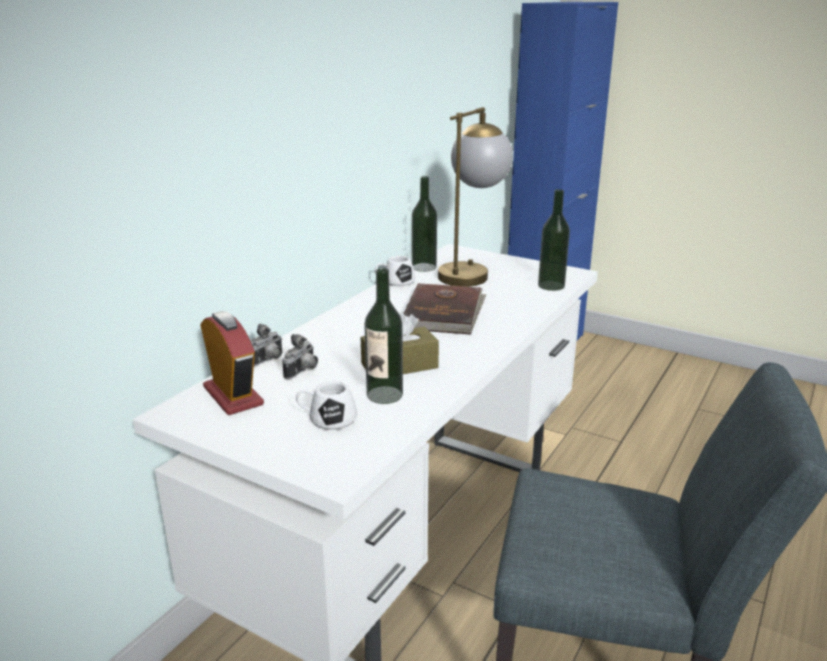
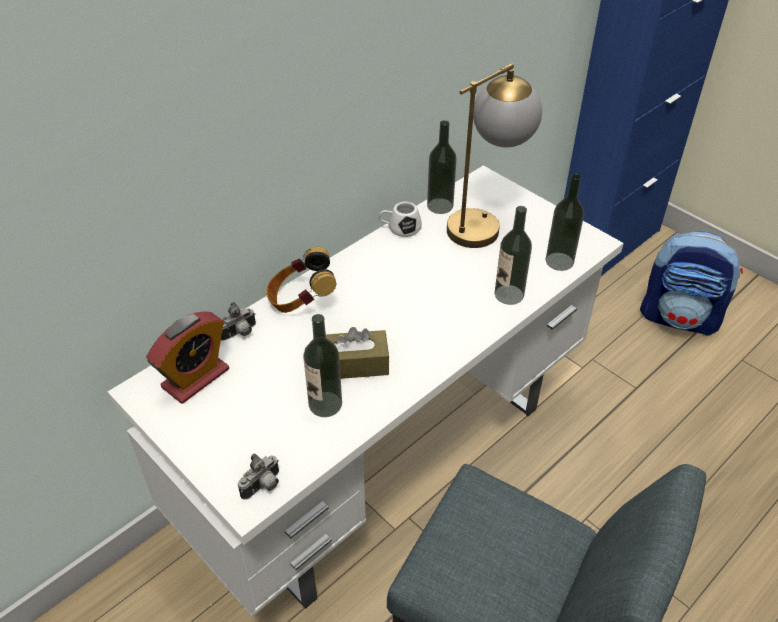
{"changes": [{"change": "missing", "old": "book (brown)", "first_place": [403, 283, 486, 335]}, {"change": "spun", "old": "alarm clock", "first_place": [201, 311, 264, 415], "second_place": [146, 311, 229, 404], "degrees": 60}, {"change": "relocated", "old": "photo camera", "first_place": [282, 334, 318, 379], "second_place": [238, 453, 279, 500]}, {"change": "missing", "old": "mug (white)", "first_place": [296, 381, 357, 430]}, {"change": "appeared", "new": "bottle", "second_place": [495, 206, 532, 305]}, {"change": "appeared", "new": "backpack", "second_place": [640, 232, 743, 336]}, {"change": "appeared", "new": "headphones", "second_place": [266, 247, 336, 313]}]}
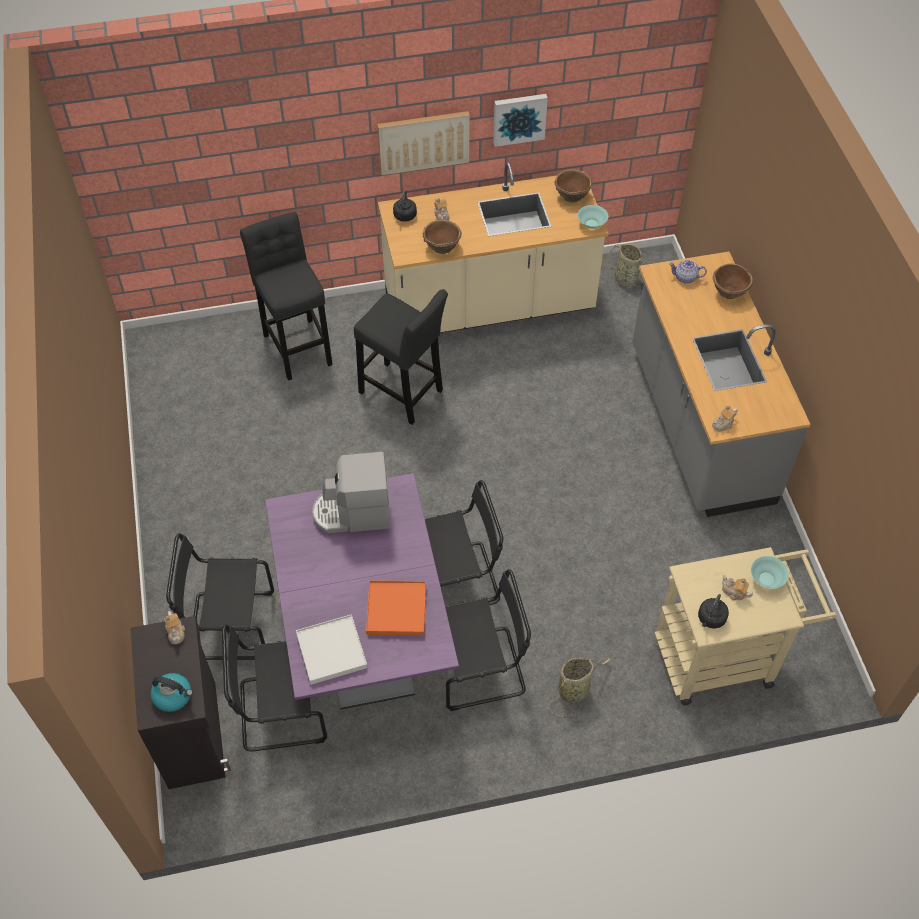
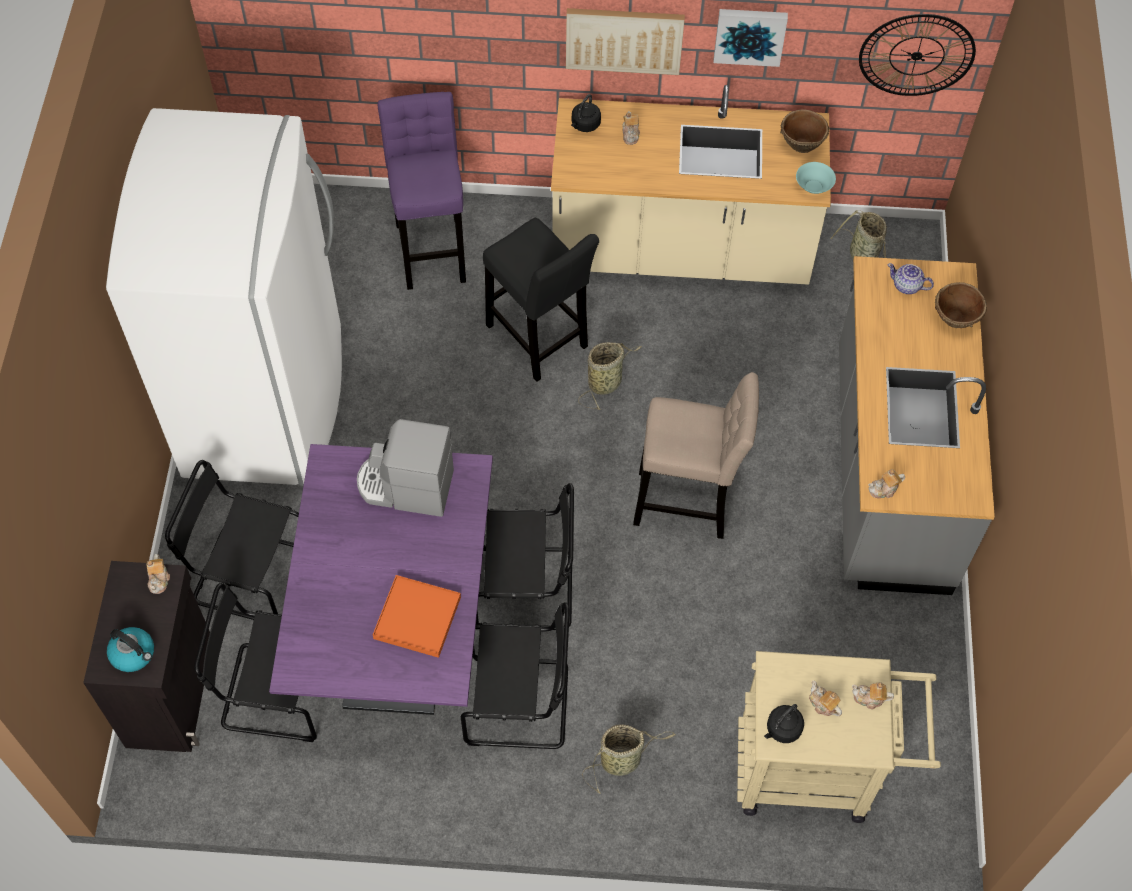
{"changes": [{"change": "colour", "old": "stool (black)", "new": "stool (purple)", "first_place": [240, 212, 333, 381], "second_place": [377, 92, 466, 290]}, {"change": "missing", "old": "bowl (brown)", "first_place": [423, 220, 462, 254]}, {"change": "exchanged", "old": "bowl (turquoise)", "new": "teapot", "first_place": [751, 556, 789, 589], "second_place": [852, 682, 894, 709]}, {"change": "missing", "old": "tray (white)", "first_place": [296, 614, 368, 685]}, {"change": "appeared", "new": "wall clock", "second_place": [859, 14, 976, 96]}, {"change": "appeared", "new": "fridge (white)", "second_place": [106, 108, 342, 486]}, {"change": "appeared", "new": "basket", "second_place": [578, 342, 642, 410]}, {"change": "appeared", "new": "stool (beige)", "second_place": [633, 372, 759, 539]}]}
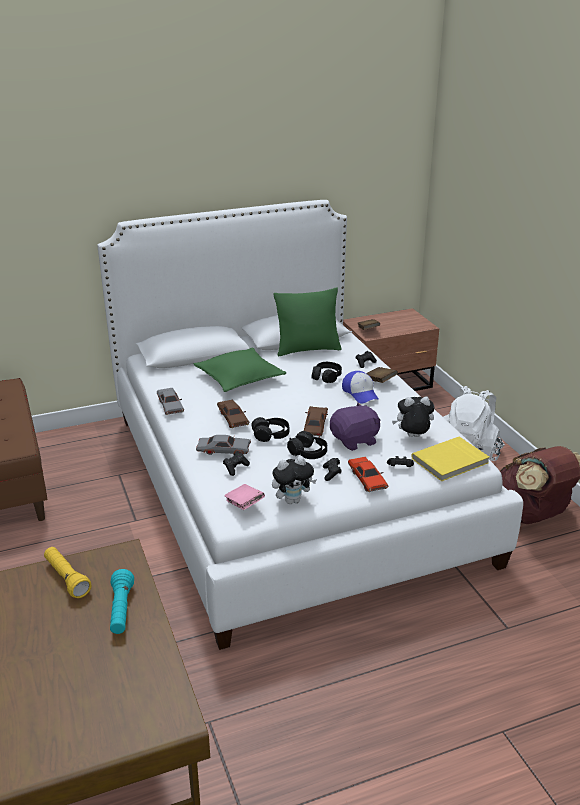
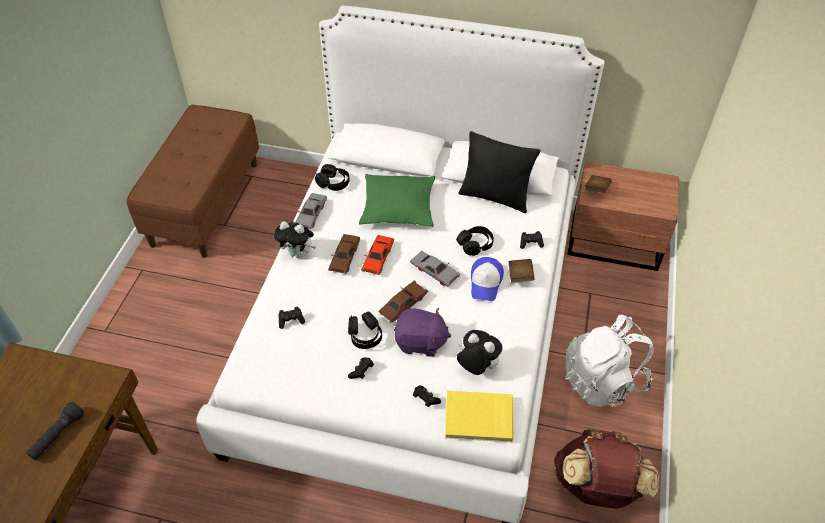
{"changes": [{"change": "colour", "old": "pillow (green)", "new": "pillow (black)", "first_place": [274, 288, 342, 356], "second_place": [459, 131, 540, 213]}, {"change": "relocated", "old": "headphones (black)", "first_place": [251, 417, 289, 442], "second_place": [315, 164, 350, 191]}, {"change": "relocated", "old": "toy car (grey)", "first_place": [196, 435, 251, 455], "second_place": [410, 251, 460, 287]}, {"change": "relocated", "old": "plush toy", "first_place": [272, 456, 317, 504], "second_place": [274, 221, 316, 258]}, {"change": "relocated", "old": "toy car (red)", "first_place": [348, 457, 388, 492], "second_place": [361, 235, 394, 275]}, {"change": "missing", "old": "book (pink)", "first_place": [224, 484, 265, 510]}, {"change": "missing", "old": "flashlight (yellow)", "first_place": [44, 547, 91, 598]}, {"change": "colour", "old": "flashlight (turquoise)", "new": "flashlight (black)", "first_place": [110, 569, 134, 634], "second_place": [26, 402, 84, 460]}]}
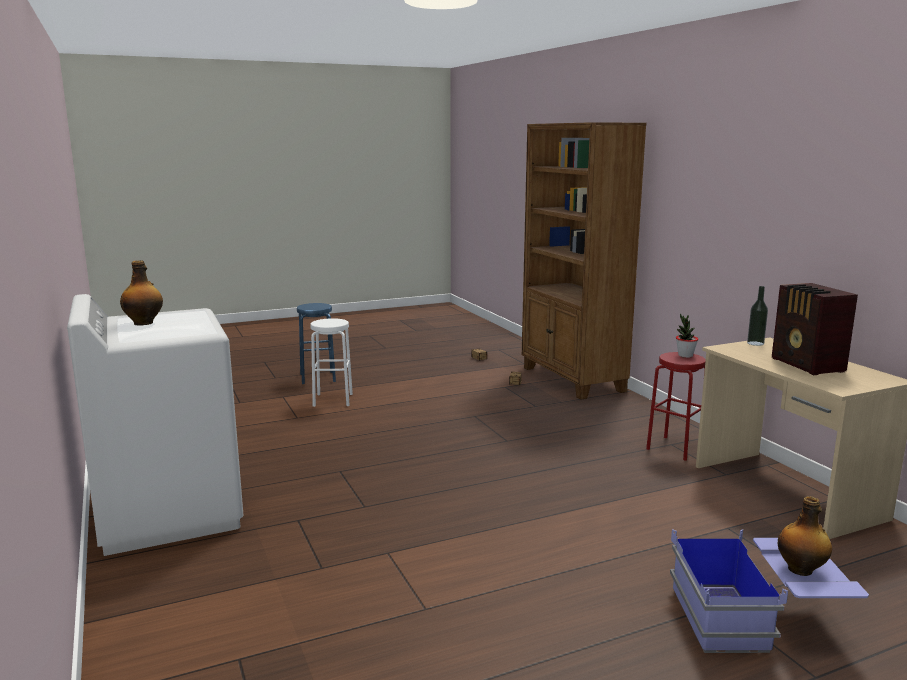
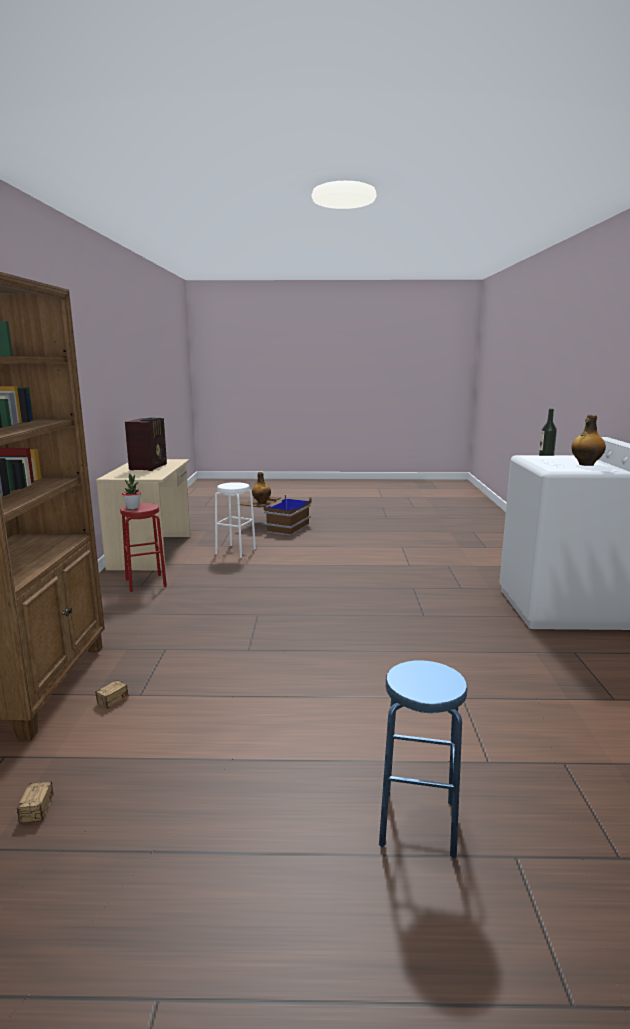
{"changes": [{"change": "relocated", "old": "bottle", "first_place": [747, 286, 768, 346], "second_place": [538, 409, 557, 463]}, {"change": "relocated", "old": "stool (white)", "first_place": [310, 318, 353, 407], "second_place": [215, 482, 256, 558]}, {"change": "colour", "old": "storage box (blue)", "new": "storage box (brown)", "first_place": [670, 529, 869, 653], "second_place": [240, 495, 311, 536]}]}
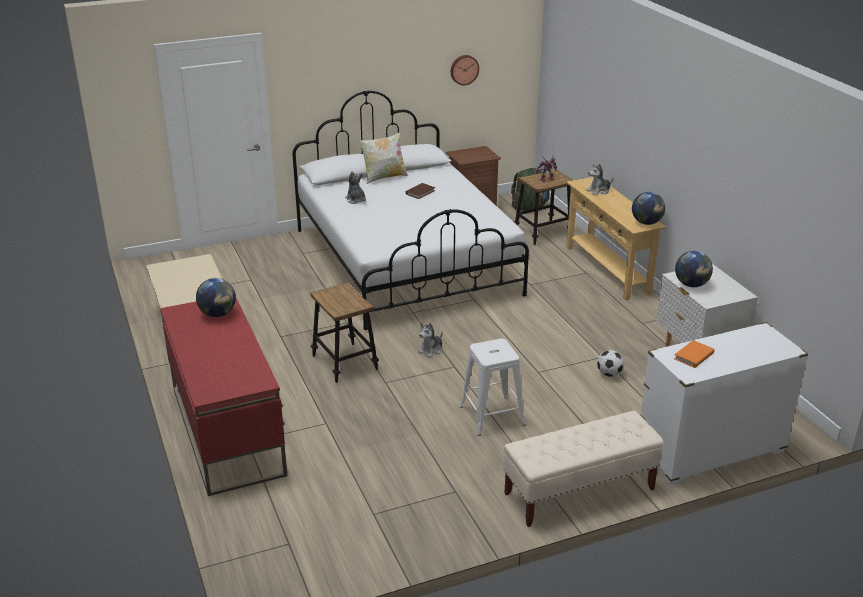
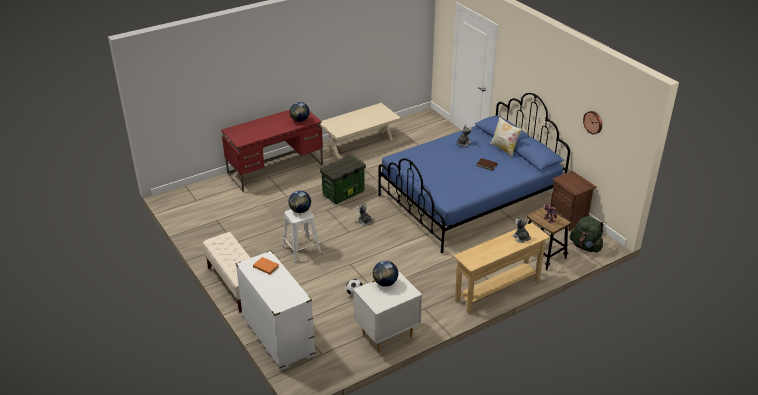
{"changes": [{"change": "colour", "old": "bed (white)", "new": "bed (blue)", "first_place": [292, 90, 529, 330], "second_place": [378, 93, 570, 253]}, {"change": "relocated", "old": "globe", "first_place": [632, 192, 665, 225], "second_place": [289, 190, 311, 213]}, {"change": "exchanged", "old": "stool", "new": "storage box", "first_place": [311, 282, 379, 383], "second_place": [320, 155, 366, 204]}]}
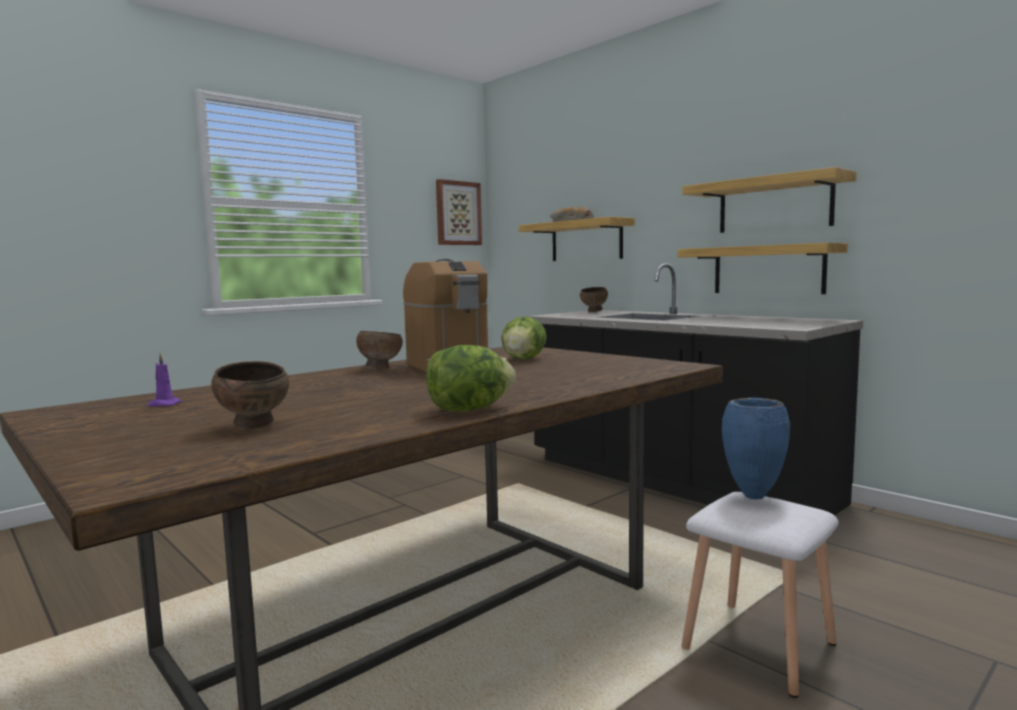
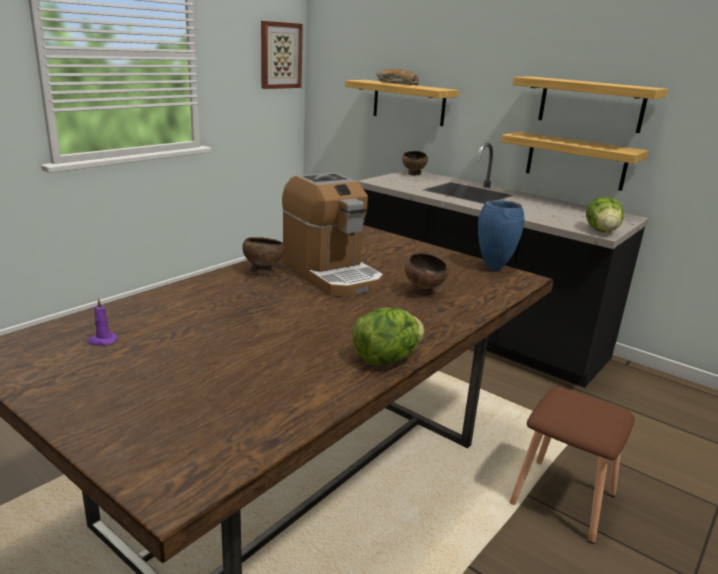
{"changes": [{"change": "relocated", "old": "lettuce", "first_place": [501, 316, 547, 359], "second_place": [586, 197, 624, 232]}, {"change": "relocated", "old": "bowl (brown)", "first_place": [211, 361, 289, 429], "second_place": [405, 253, 449, 296]}, {"change": "relocated", "old": "vase (blue)", "first_place": [722, 398, 790, 499], "second_place": [478, 200, 525, 271]}, {"change": "colour", "old": "stool (white)", "new": "stool (brown)", "first_place": [681, 492, 839, 698], "second_place": [509, 387, 635, 544]}]}
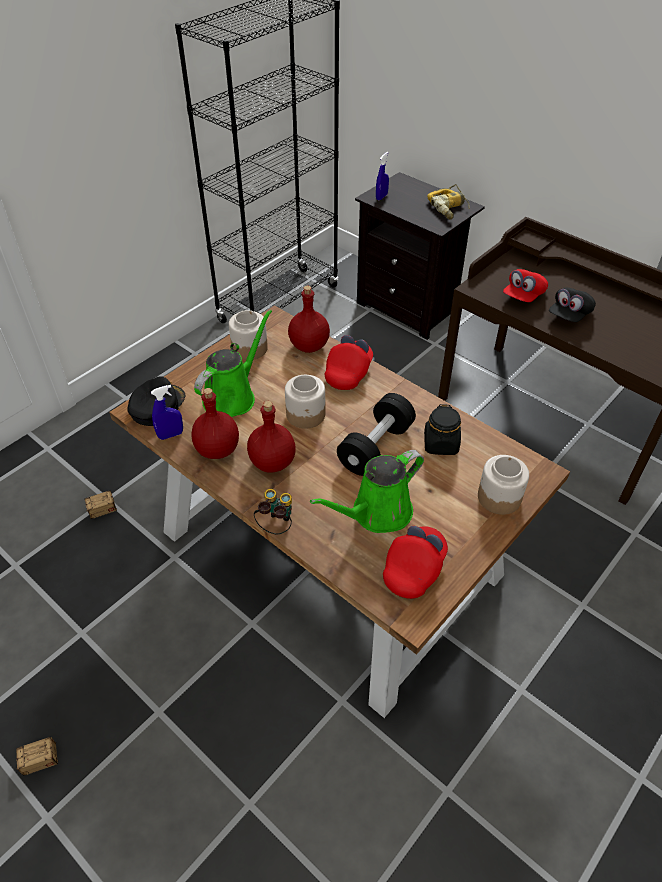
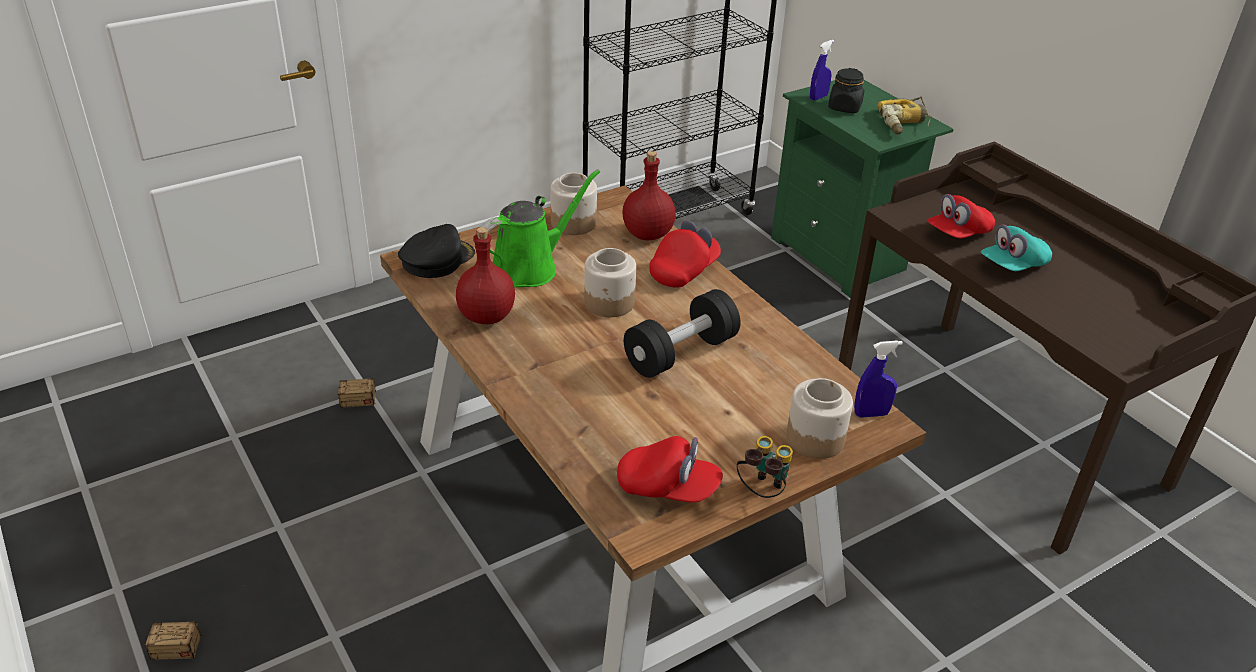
{"changes": [{"change": "colour", "old": "nightstand (black)", "new": "nightstand (green)", "first_place": [355, 172, 485, 340], "second_place": [771, 80, 954, 298]}, {"change": "colour", "old": "cap (black)", "new": "cap (turquoise)", "first_place": [549, 288, 596, 322], "second_place": [981, 224, 1052, 271]}, {"change": "relocated", "old": "spray bottle (blue)", "first_place": [151, 385, 183, 440], "second_place": [854, 340, 903, 418]}, {"change": "missing", "old": "bottle (red)", "first_place": [247, 401, 296, 473]}, {"change": "relocated", "old": "jar (black)", "first_place": [424, 404, 461, 455], "second_place": [828, 68, 864, 113]}, {"change": "missing", "old": "watering can (green)", "first_place": [310, 450, 424, 533]}, {"change": "relocated", "old": "binoculars", "first_place": [254, 489, 292, 534], "second_place": [737, 436, 793, 498]}, {"change": "spun", "old": "cap (red)", "first_place": [383, 526, 448, 599], "second_place": [617, 436, 723, 503], "degrees": 60}]}
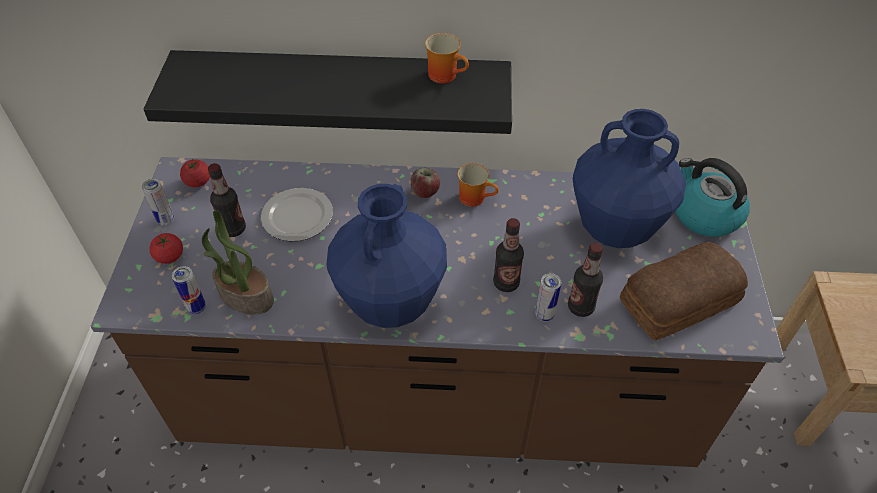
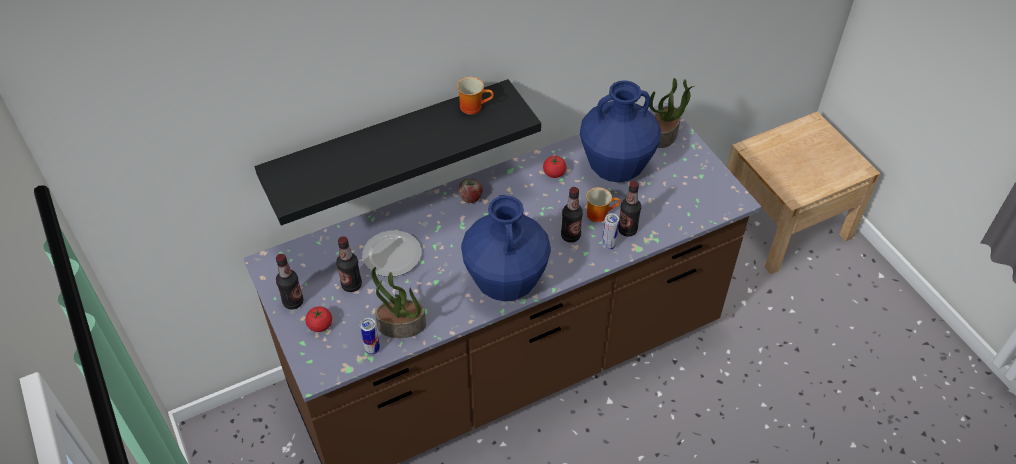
{"changes": [{"change": "relocated", "old": "tomato", "first_place": [180, 158, 210, 187], "second_place": [543, 155, 566, 178]}, {"change": "exchanged", "old": "kettle", "new": "potted plant", "first_place": [675, 158, 750, 237], "second_place": [649, 78, 695, 148]}, {"change": "relocated", "old": "mug", "first_place": [457, 163, 499, 207], "second_place": [586, 187, 620, 222]}, {"change": "exchanged", "old": "can", "new": "bottle", "first_place": [142, 179, 174, 226], "second_place": [276, 254, 304, 309]}, {"change": "missing", "old": "bread", "first_place": [620, 242, 748, 341]}]}
